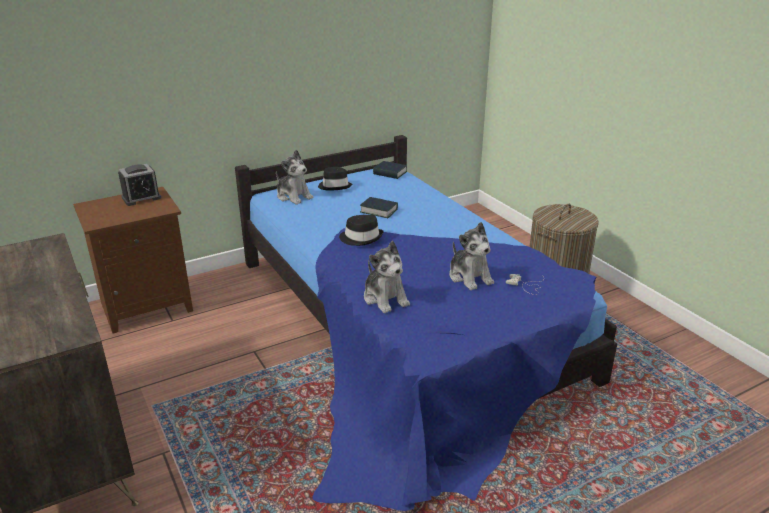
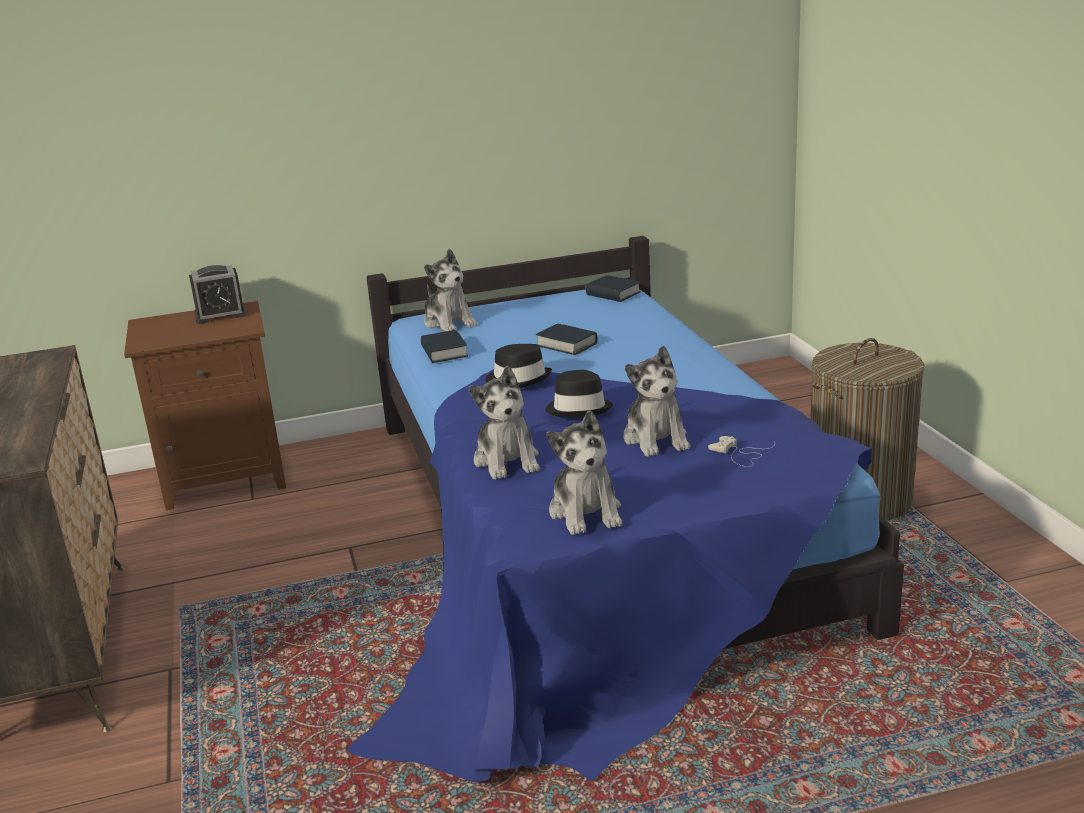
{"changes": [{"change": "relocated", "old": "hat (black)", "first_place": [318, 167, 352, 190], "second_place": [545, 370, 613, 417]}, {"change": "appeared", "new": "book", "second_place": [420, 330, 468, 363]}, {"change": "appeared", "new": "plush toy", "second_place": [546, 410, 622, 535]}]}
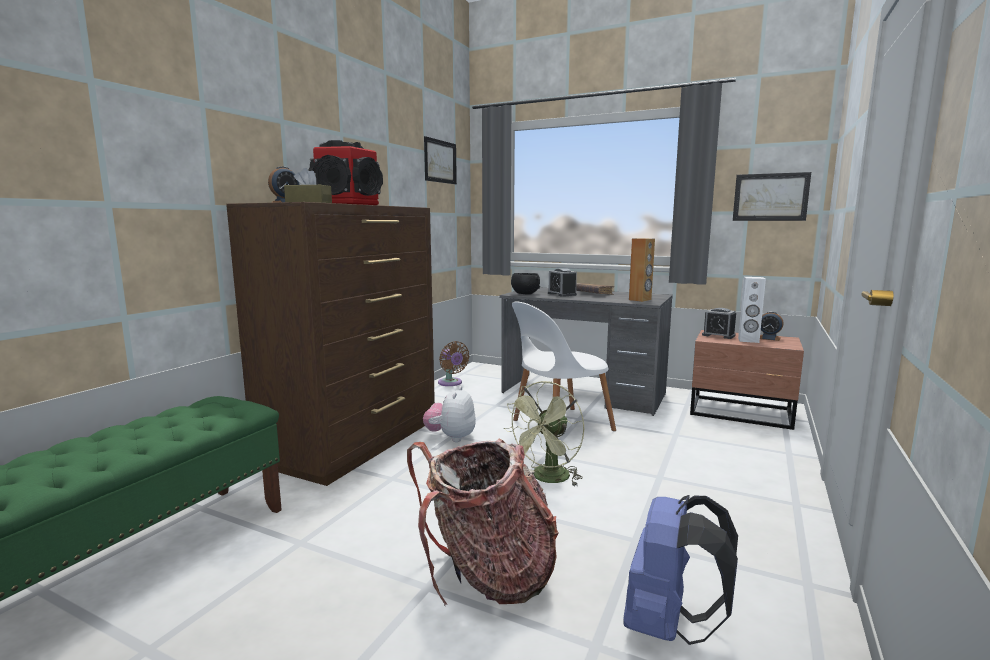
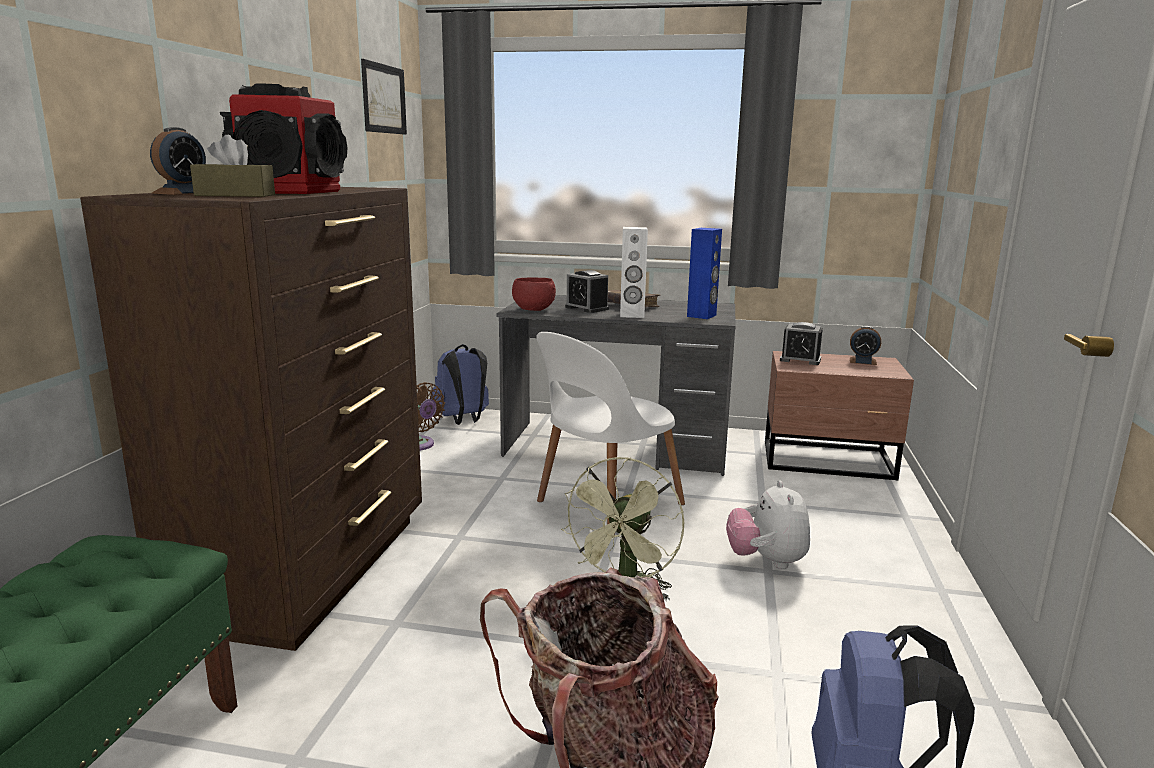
{"changes": [{"change": "missing", "old": "picture", "first_place": [733, 172, 811, 221]}, {"change": "colour", "old": "speaker (brown)", "new": "speaker (blue)", "first_place": [629, 238, 655, 302], "second_place": [687, 228, 722, 319]}, {"change": "colour", "old": "bowl (black)", "new": "bowl (red)", "first_place": [511, 273, 540, 295], "second_place": [512, 277, 556, 311]}, {"change": "relocated", "old": "speaker (white)", "first_place": [738, 277, 766, 343], "second_place": [620, 227, 648, 318]}, {"change": "relocated", "old": "plush toy", "first_place": [423, 386, 476, 442], "second_place": [726, 480, 810, 569]}, {"change": "appeared", "new": "backpack (blue)", "second_place": [431, 344, 489, 425]}]}
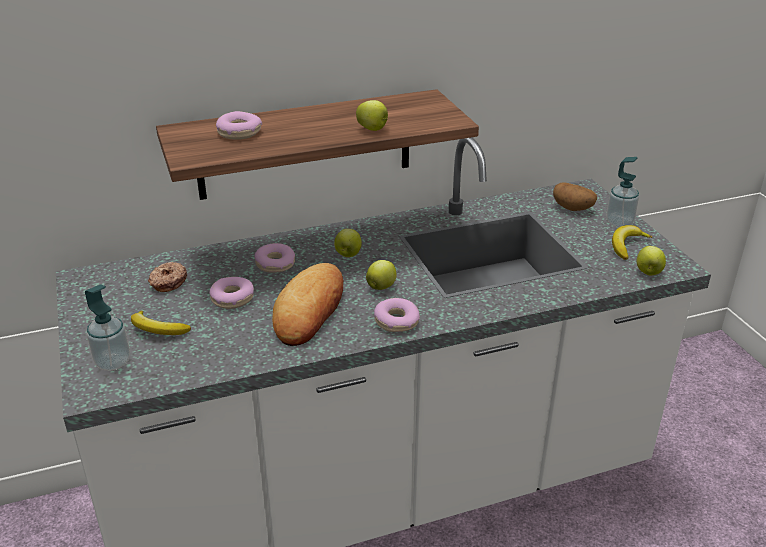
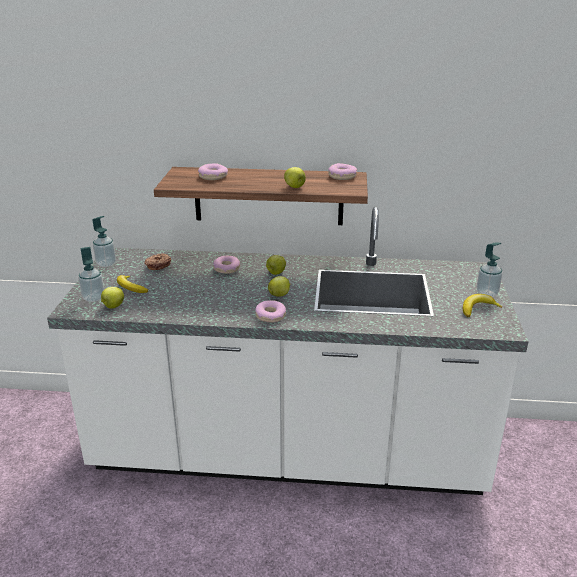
{"changes": [{"change": "missing", "old": "potato", "first_place": [553, 182, 597, 211]}, {"change": "relocated", "old": "apple", "first_place": [637, 246, 666, 275], "second_place": [101, 287, 124, 309]}, {"change": "missing", "old": "bread", "first_place": [272, 263, 343, 346]}, {"change": "relocated", "old": "donut", "first_place": [209, 277, 254, 309], "second_place": [328, 163, 357, 180]}, {"change": "appeared", "new": "soap dispenser", "second_place": [93, 216, 116, 267]}]}
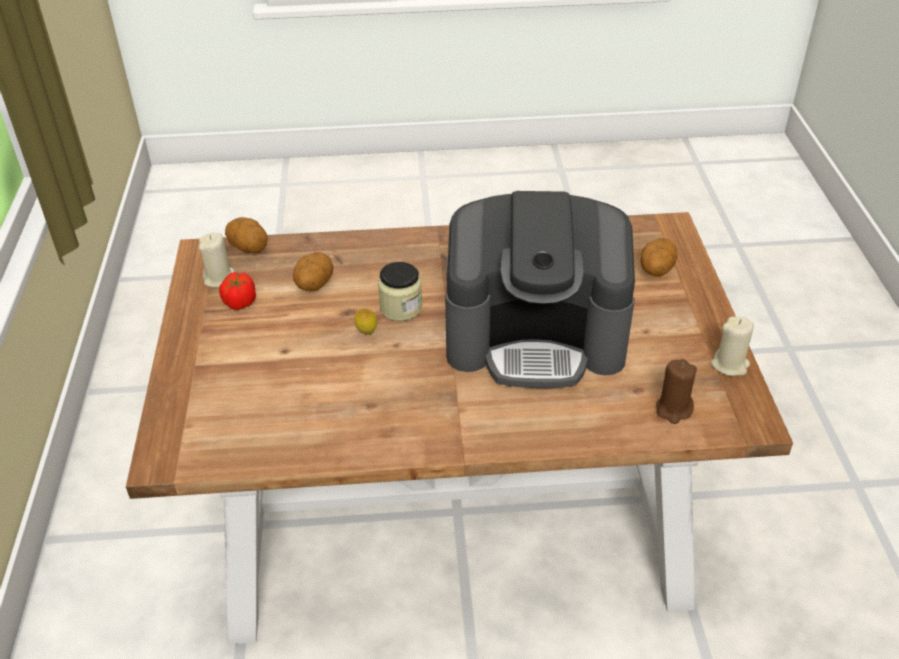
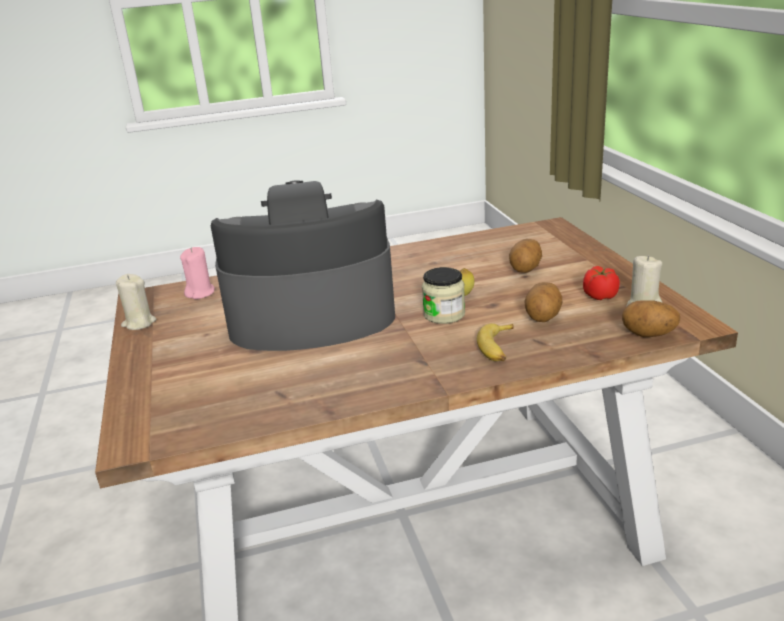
{"changes": [{"change": "relocated", "old": "potato", "first_place": [641, 238, 678, 277], "second_place": [509, 239, 542, 273]}, {"change": "colour", "old": "candle (brown)", "new": "candle (pink)", "first_place": [656, 359, 697, 424], "second_place": [180, 247, 215, 299]}, {"change": "appeared", "new": "banana", "second_place": [477, 323, 514, 361]}]}
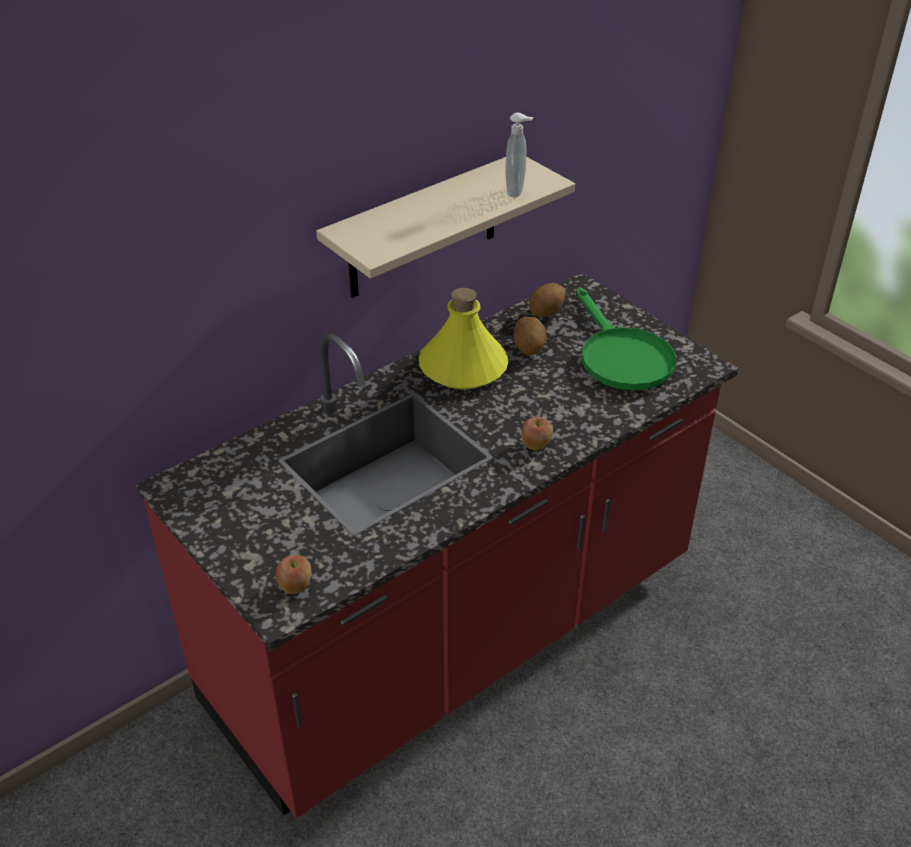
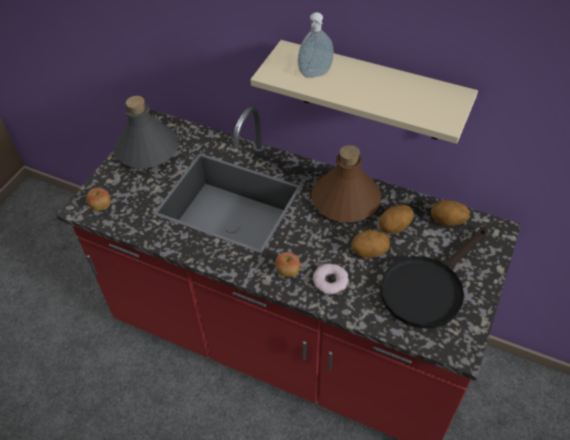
{"changes": [{"change": "relocated", "old": "soap dispenser", "first_place": [506, 113, 533, 198], "second_place": [298, 12, 334, 78]}, {"change": "colour", "old": "frying pan (green)", "new": "frying pan (black)", "first_place": [576, 287, 676, 391], "second_place": [380, 227, 488, 328]}, {"change": "colour", "old": "bottle (yellow)", "new": "bottle (brown)", "first_place": [419, 288, 509, 389], "second_place": [311, 145, 381, 222]}, {"change": "appeared", "new": "bottle (grey)", "second_place": [114, 96, 179, 168]}, {"change": "appeared", "new": "potato", "second_place": [351, 230, 390, 258]}, {"change": "appeared", "new": "donut", "second_place": [313, 264, 349, 294]}]}
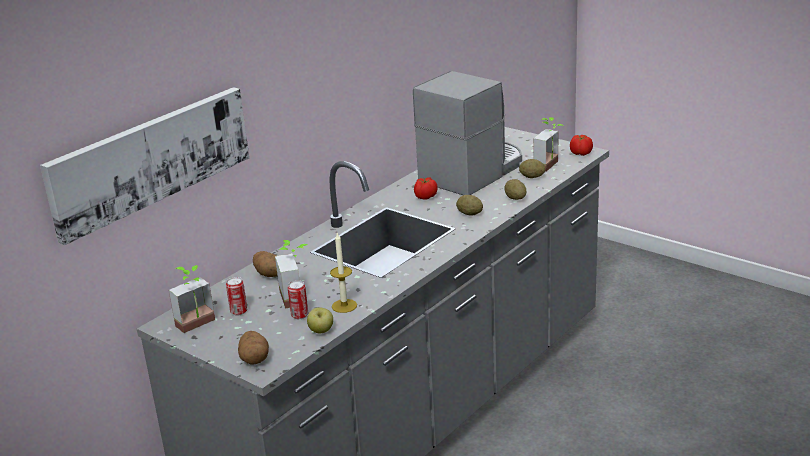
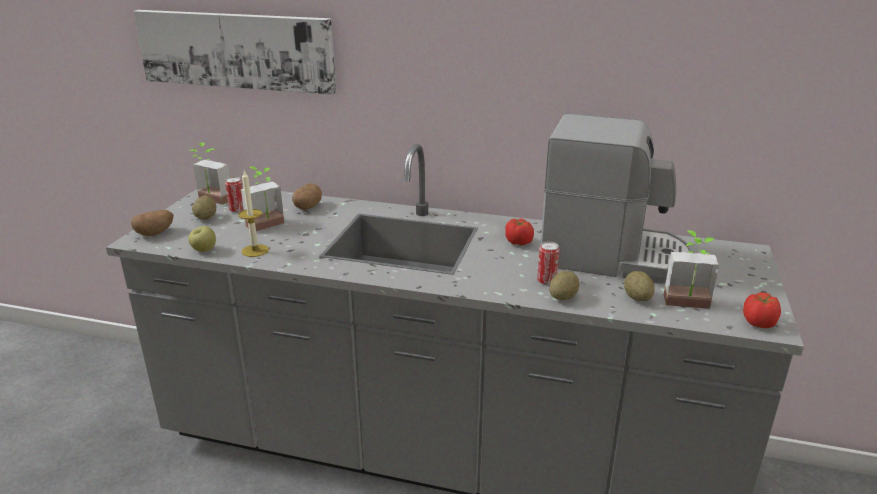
{"changes": [{"change": "relocated", "old": "potato", "first_place": [456, 195, 483, 216], "second_place": [192, 196, 216, 220]}, {"change": "relocated", "old": "can", "first_place": [288, 280, 308, 319], "second_place": [537, 242, 560, 285]}]}
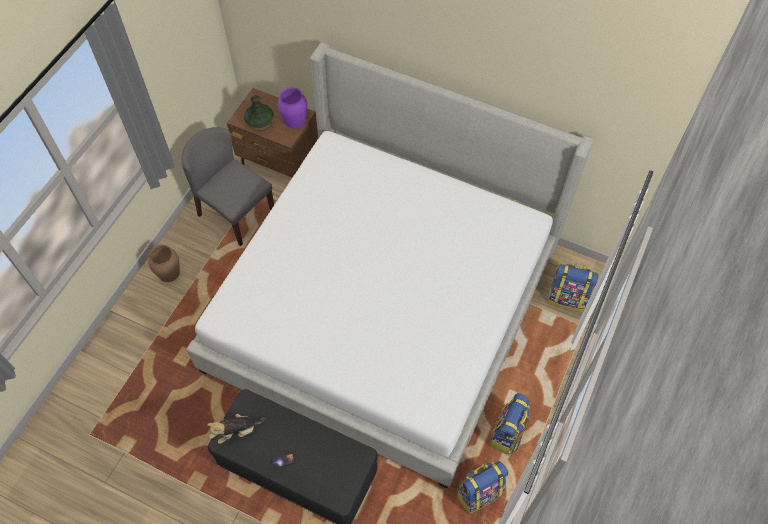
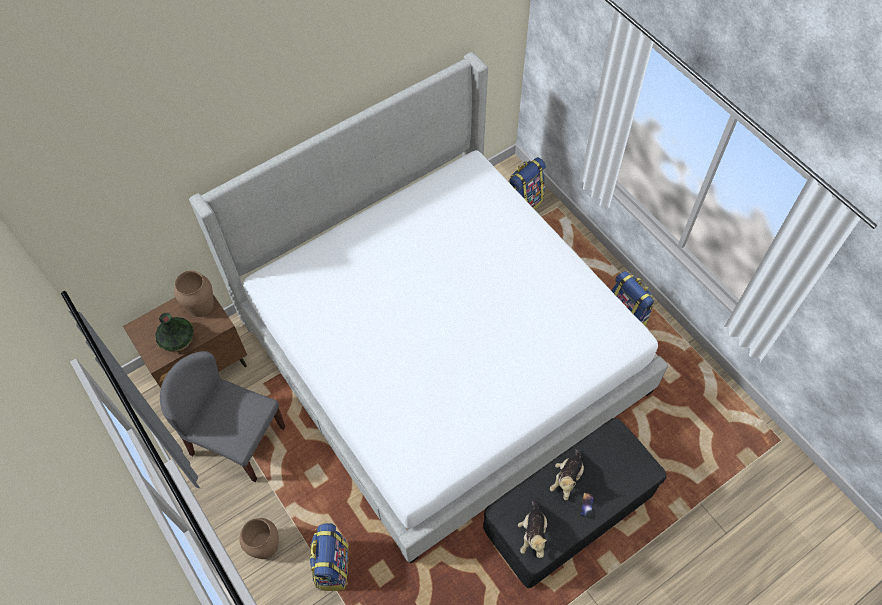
{"changes": [{"change": "colour", "old": "vase (purple)", "new": "vase (brown)", "first_place": [278, 87, 307, 128], "second_place": [174, 270, 214, 317]}, {"change": "spun", "old": "chair (grey)", "first_place": [181, 127, 274, 246], "second_place": [160, 351, 285, 482], "degrees": 45}, {"change": "relocated", "old": "backpack", "first_place": [456, 461, 508, 514], "second_place": [309, 523, 349, 591]}, {"change": "appeared", "new": "plush toy", "second_place": [550, 449, 584, 500]}]}
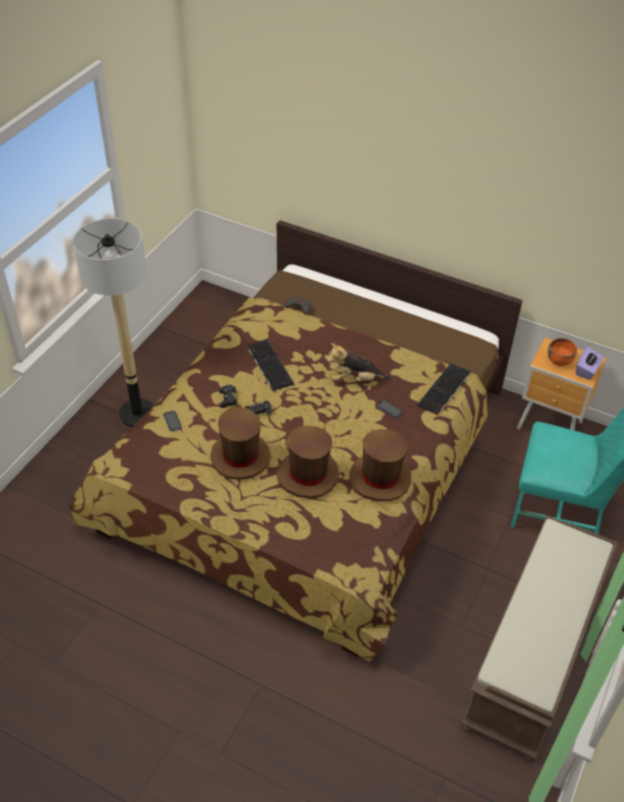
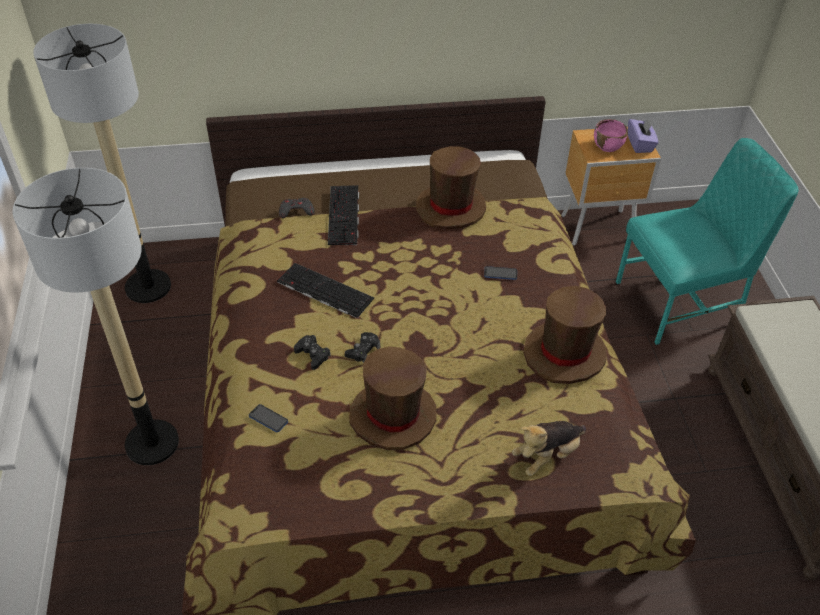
{"changes": [{"change": "colour", "old": "bowl (orange)", "new": "bowl (pink)", "first_place": [548, 338, 577, 366], "second_place": [594, 119, 628, 152]}, {"change": "relocated", "old": "plush toy", "first_place": [327, 343, 390, 381], "second_place": [512, 421, 586, 476]}, {"change": "relocated", "old": "keyboard", "first_place": [417, 363, 471, 415], "second_place": [328, 185, 359, 245]}, {"change": "relocated", "old": "hat (brown)", "first_place": [277, 426, 339, 498], "second_place": [416, 146, 486, 229]}, {"change": "appeared", "new": "floor lamp", "second_place": [33, 24, 171, 303]}]}
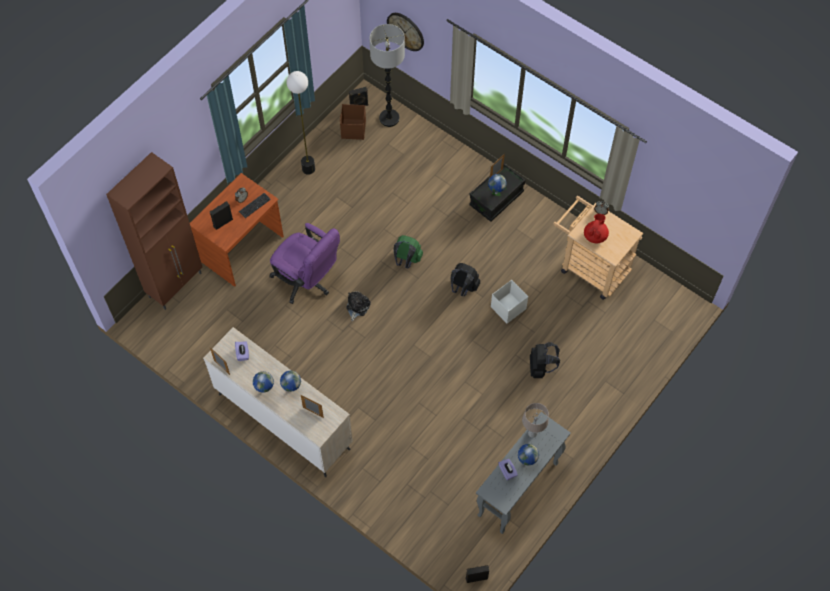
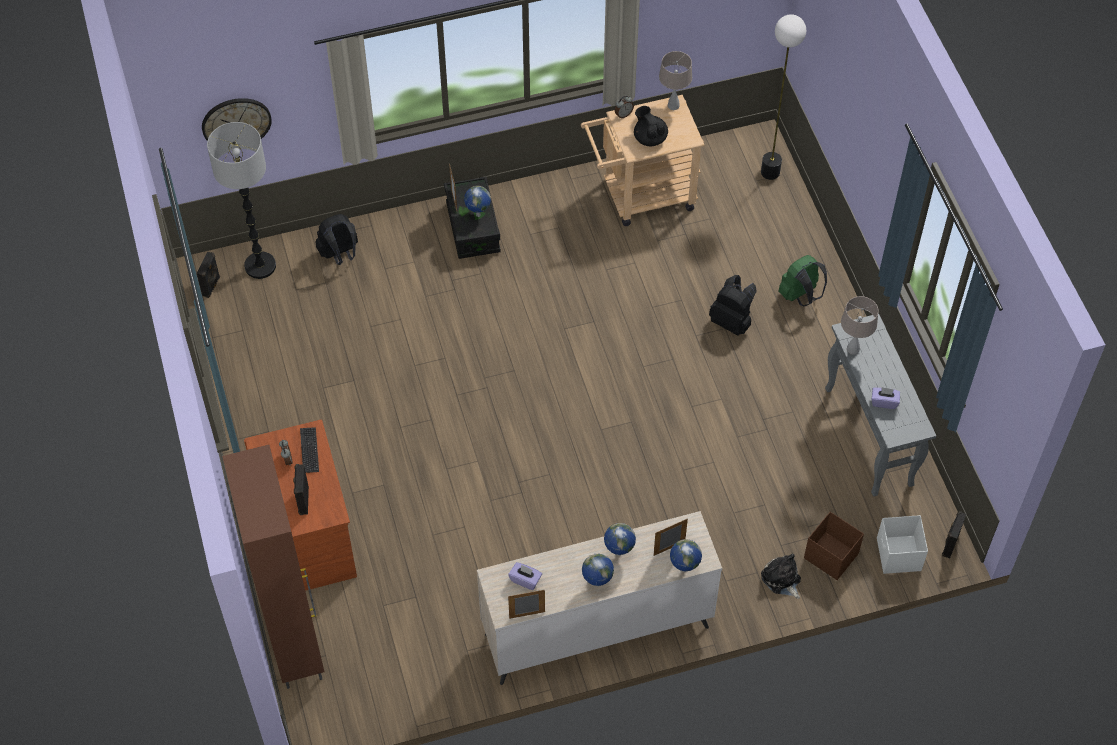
{"changes": [{"change": "relocated", "old": "floor lamp", "first_place": [286, 71, 315, 175], "second_place": [761, 14, 806, 180]}, {"change": "relocated", "old": "storage box (brown)", "first_place": [340, 104, 366, 140], "second_place": [804, 512, 864, 580]}, {"change": "colour", "old": "teapot (red)", "new": "teapot (black)", "first_place": [584, 214, 609, 243], "second_place": [634, 106, 668, 146]}, {"change": "missing", "old": "office chair (purple)", "first_place": [270, 223, 340, 304]}, {"change": "relocated", "old": "backpack (green)", "first_place": [394, 235, 423, 268], "second_place": [778, 255, 827, 306]}, {"change": "relocated", "old": "backpack (black)", "first_place": [451, 263, 480, 296], "second_place": [316, 214, 358, 265]}, {"change": "relocated", "old": "storage box (white)", "first_place": [491, 280, 528, 323], "second_place": [877, 515, 928, 574]}, {"change": "relocated", "old": "plush toy", "first_place": [346, 291, 371, 321], "second_place": [761, 554, 801, 599]}, {"change": "relocated", "old": "globe", "first_place": [518, 444, 539, 465], "second_place": [670, 539, 702, 572]}, {"change": "appeared", "new": "table lamp (beige)", "second_place": [659, 51, 692, 110]}]}
